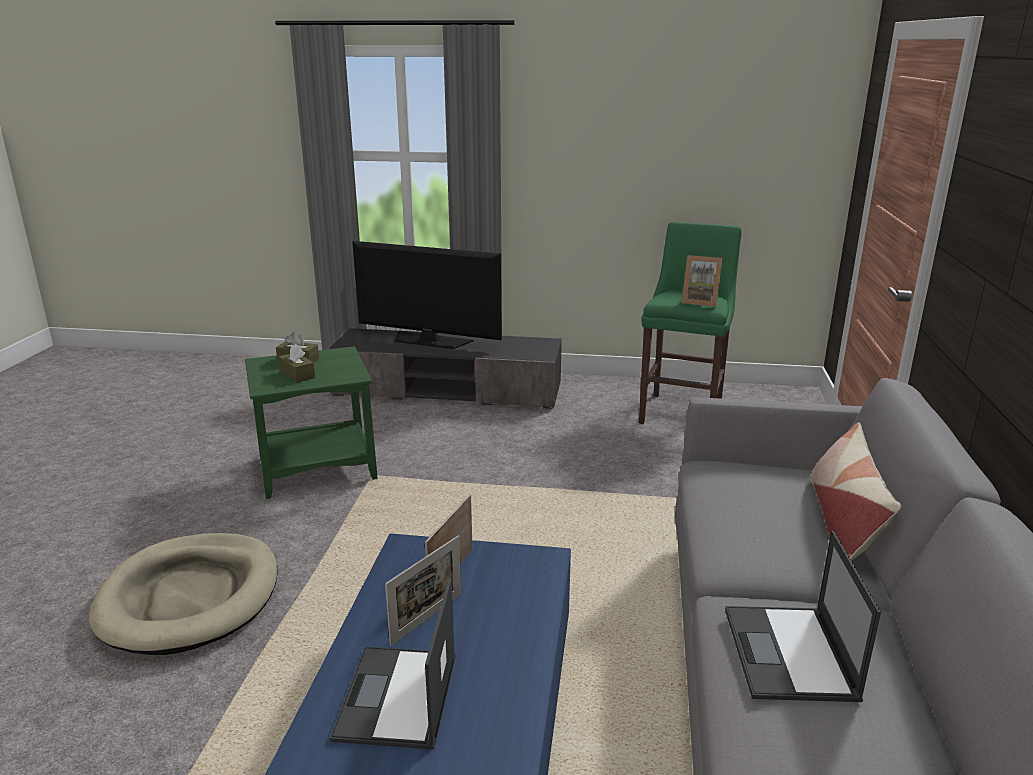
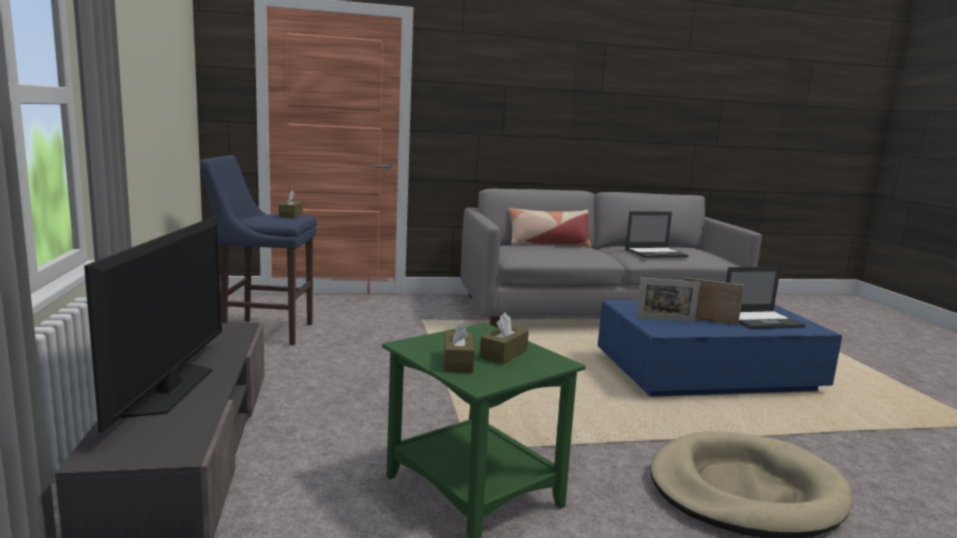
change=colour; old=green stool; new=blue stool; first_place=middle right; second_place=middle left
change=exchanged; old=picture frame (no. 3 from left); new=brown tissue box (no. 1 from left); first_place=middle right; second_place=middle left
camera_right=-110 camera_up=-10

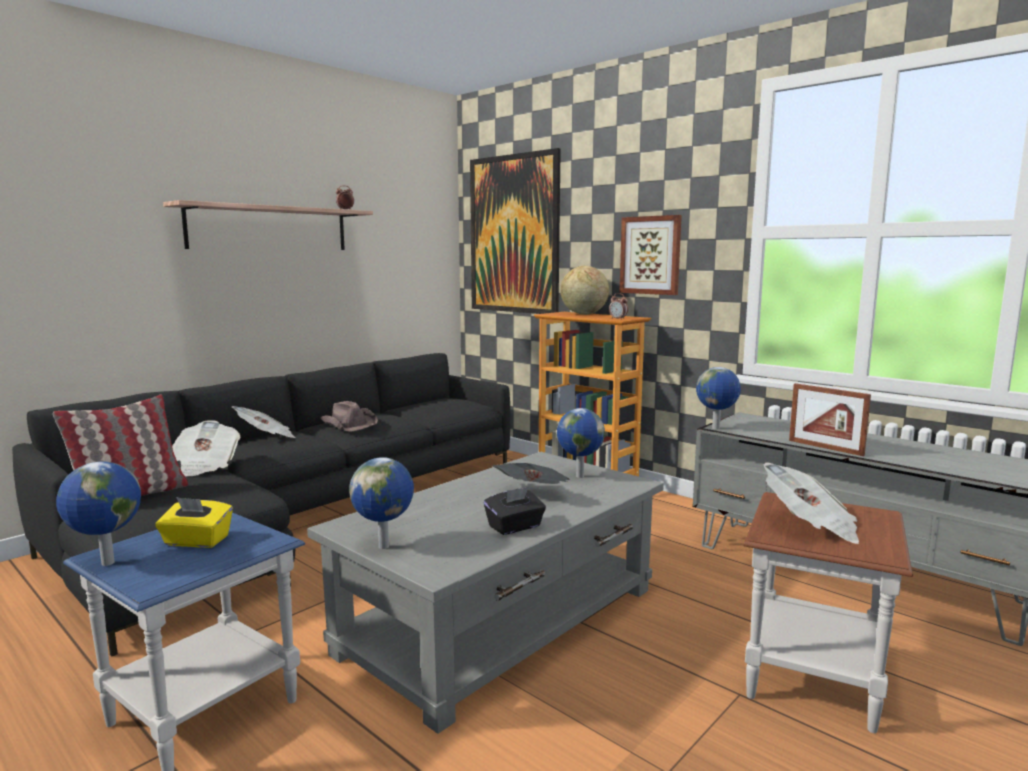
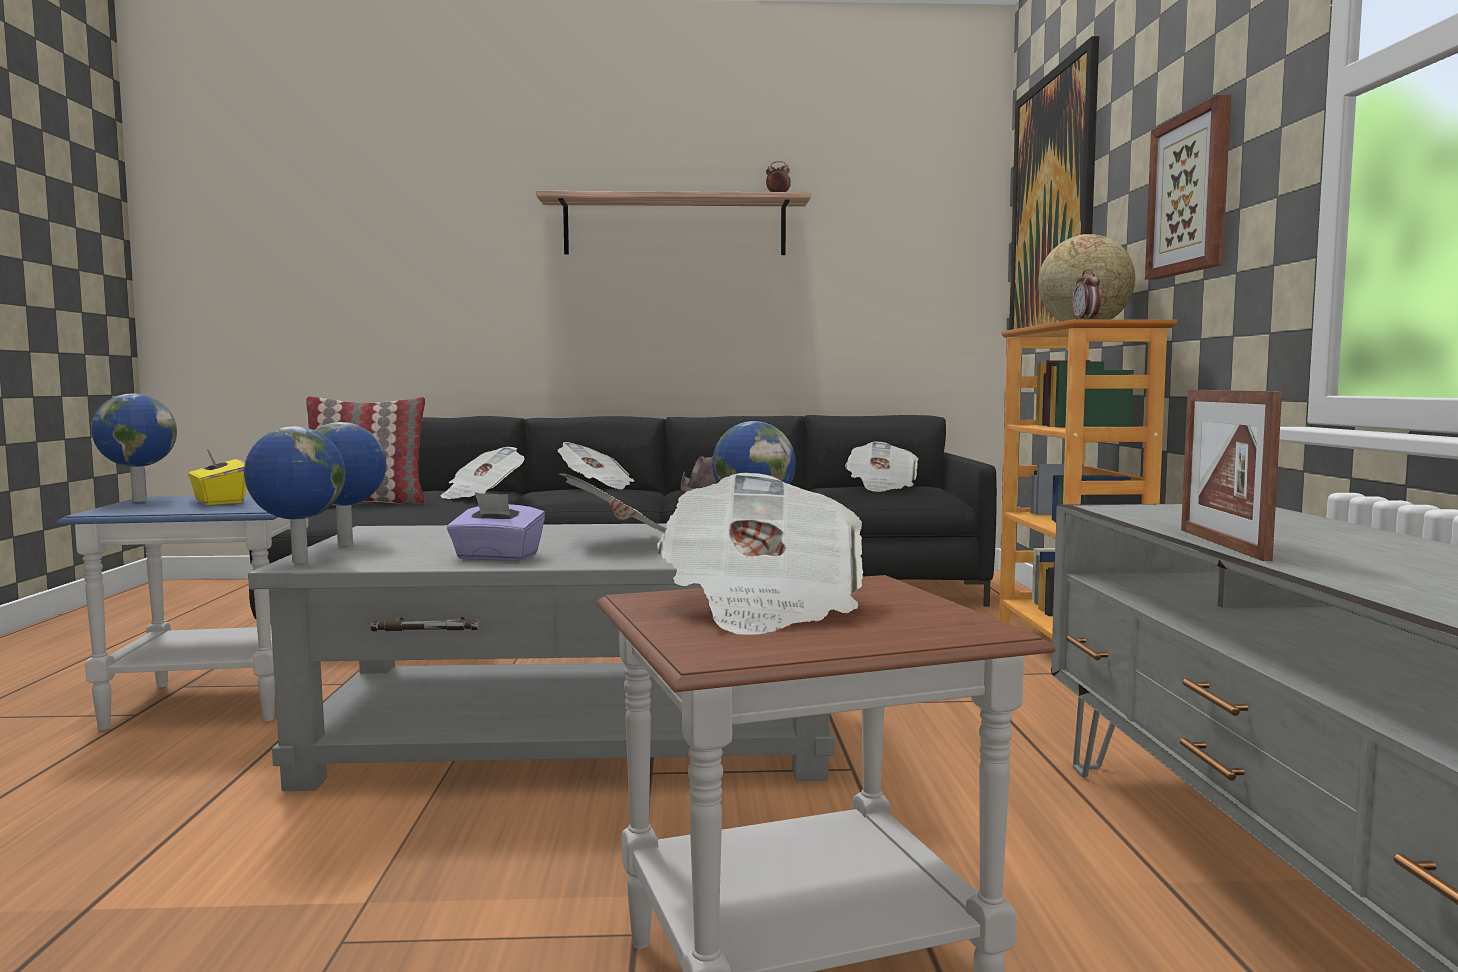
change=relocated; old=globe (no. 5 from left in the first image); new=globe (no. 2 from left); first_place=middle right; second_place=middle left
change=colour; old=black tissue box; new=purple tissue box; first_place=centre; second_place=centre
change=appeared; new=newspaper (no. 5 from left); second_place=centre
camera_right=45 camera_up=-5

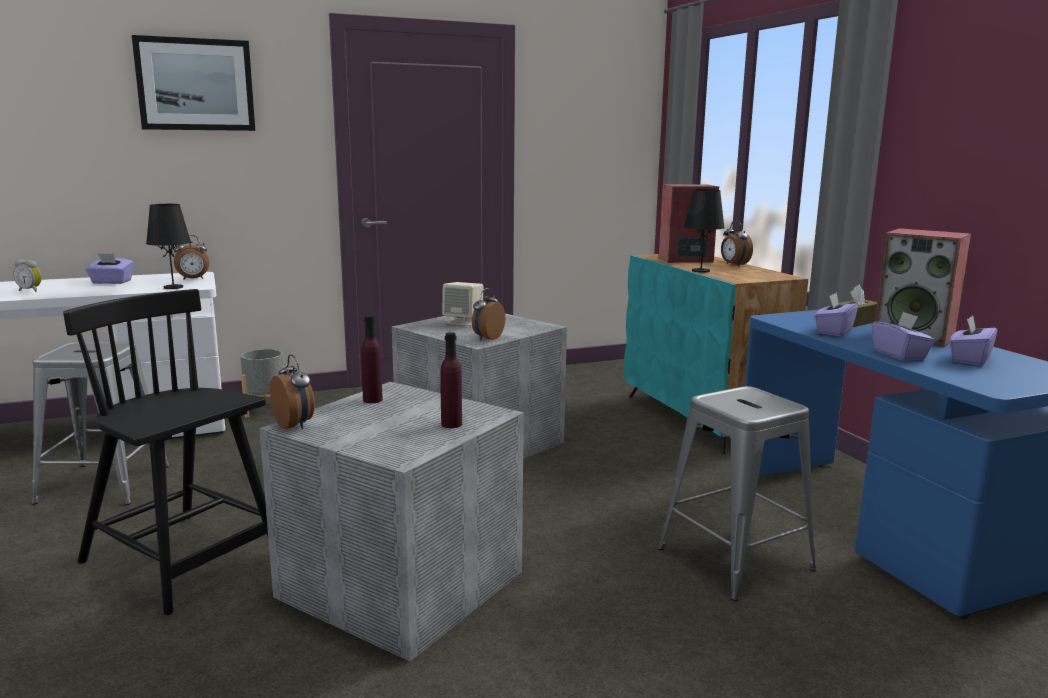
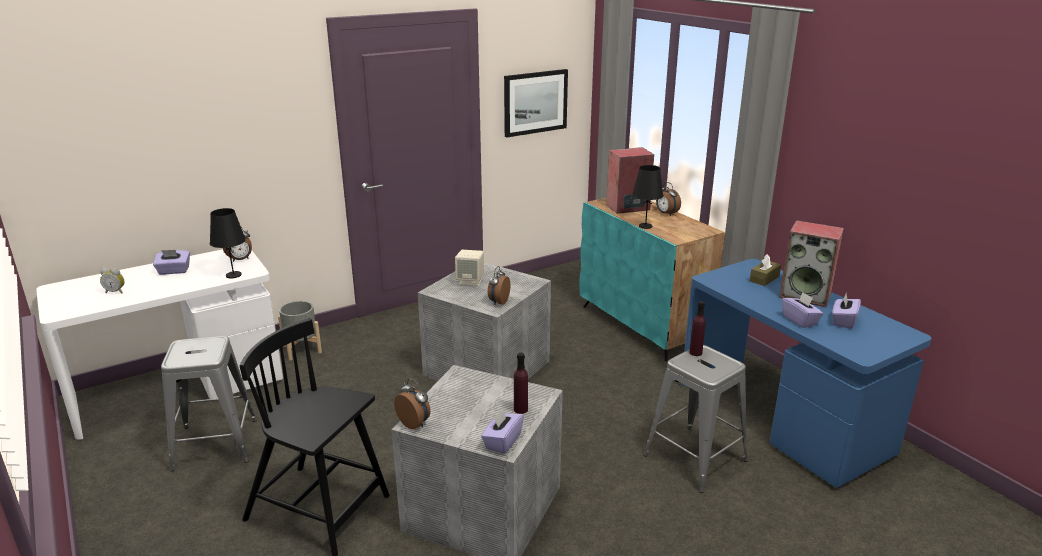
change=relocated; old=picture; first_place=top left; second_place=top centre
change=relocated; old=purple tissue box (no. 2 from left); first_place=middle right; second_place=bottom centre
change=relocated; old=purple bottle (no. 1 from left in the first image); new=purple bottle (no. 2 from left); first_place=centre; second_place=middle right
camera_right=-10 camera_up=10

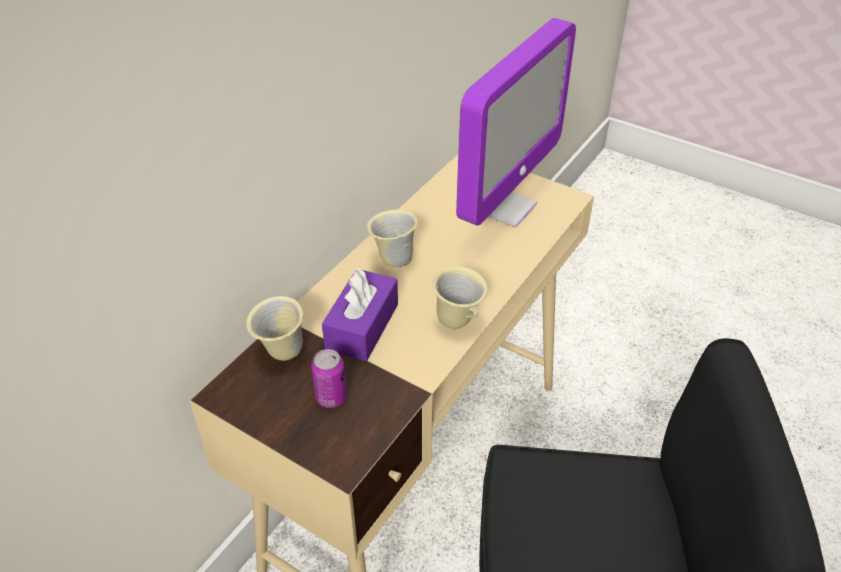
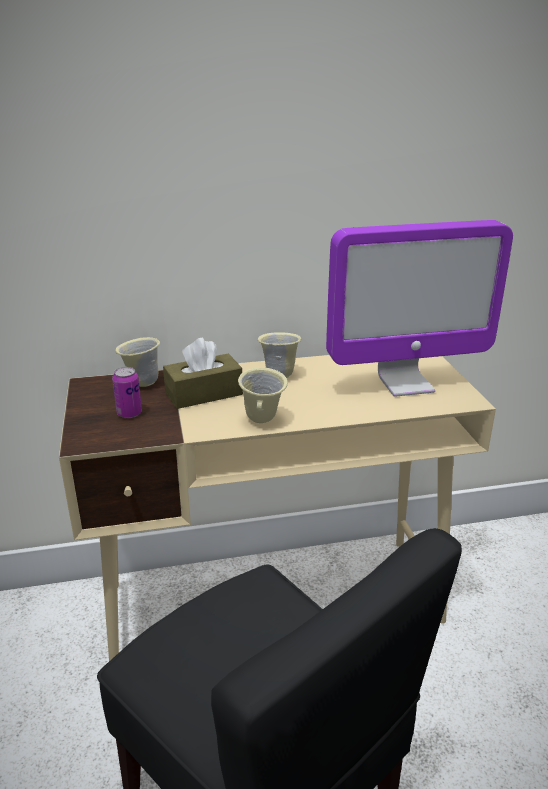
change=colour; old=purple tissue box; new=brown tissue box; first_place=centre; second_place=centre
camera_right=45 camera_up=-15

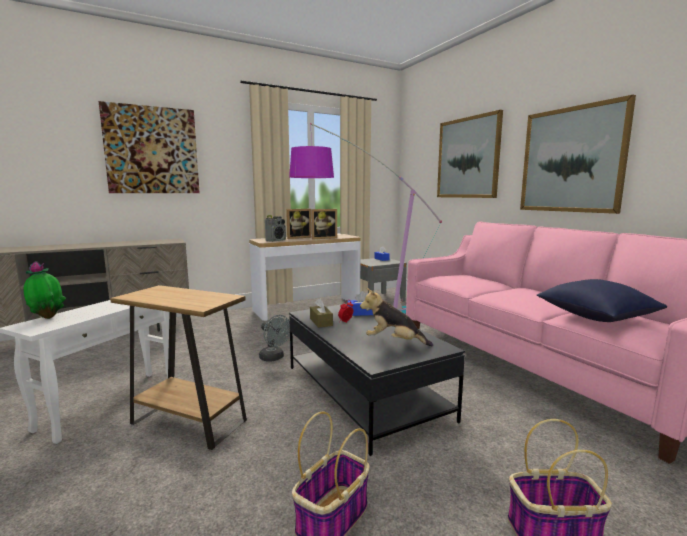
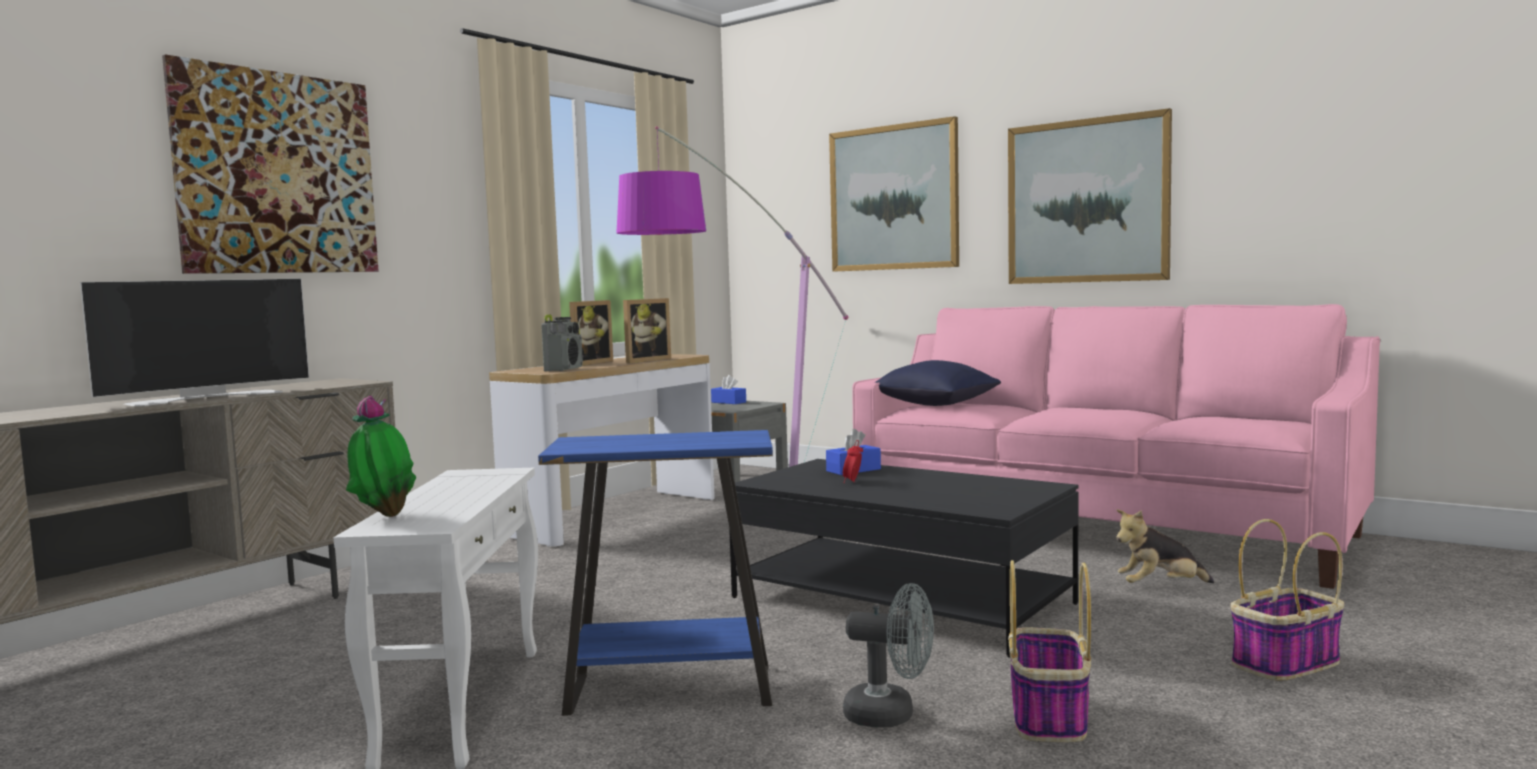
change=relocated; old=blue pillow; first_place=middle right; second_place=centre
change=colour; old=brown side table; new=blue side table; first_place=bottom left; second_place=bottom centre
change=relocated; old=plush toy; first_place=centre; second_place=bottom right
change=missing; old=brown tissue box; first_place=centre
change=relocated; old=grey fan; first_place=centre; second_place=bottom centre
change=appeared; new=television; second_place=middle left
camera_right=-25 camera_up=-5

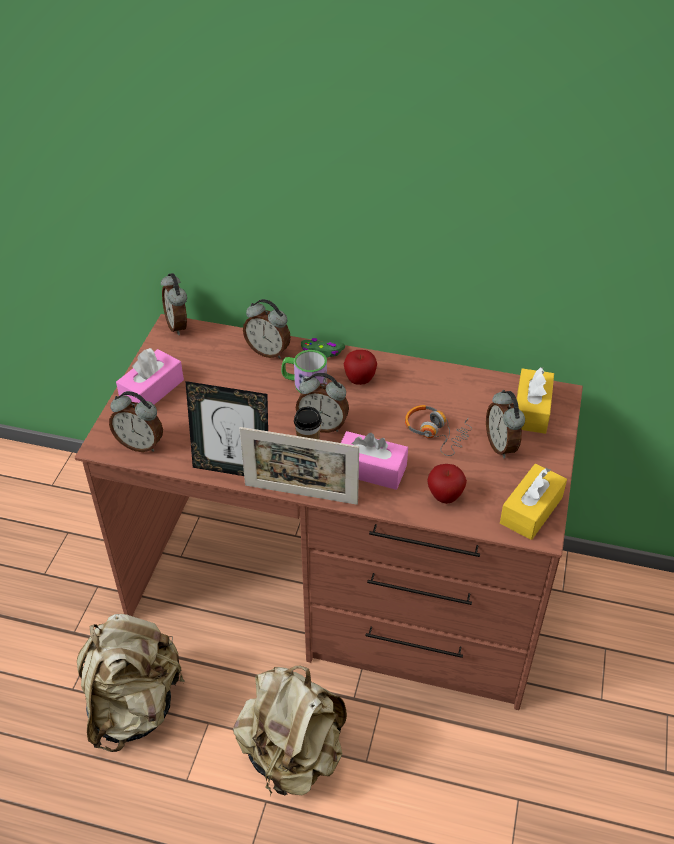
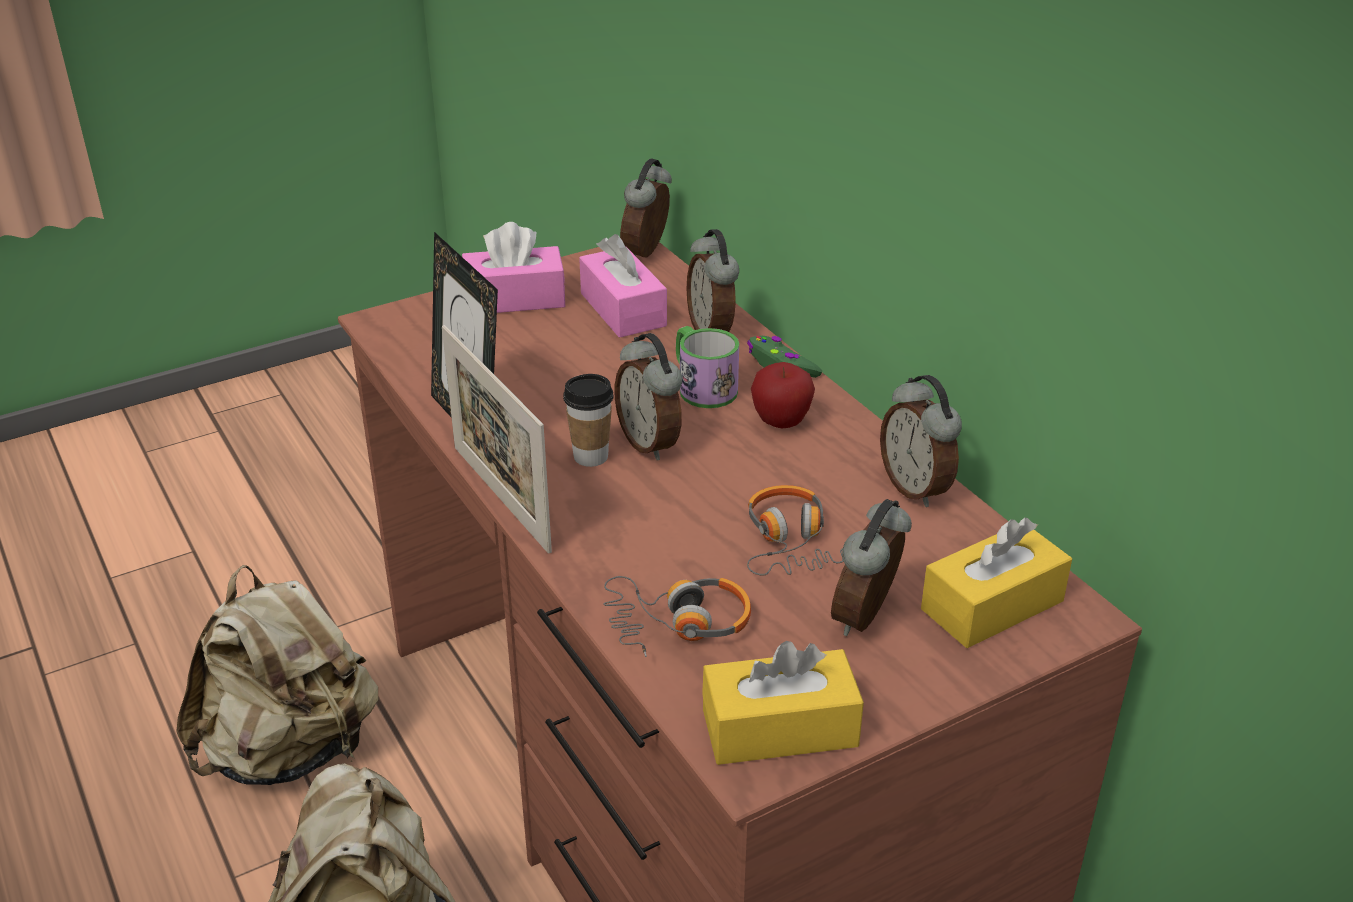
change=relocated; old=alarm clock (no. 1 from left in the first image); new=alarm clock (no. 5 from left); first_place=middle left; second_place=middle right
change=relocated; old=pink tissue box (no. 2 from left); first_place=centre; second_place=top centre
change=exchanged; old=apple (no. 2 from left); new=headphones (no. 1 from left); first_place=centre; second_place=bottom centre
camera_right=45 camera_up=-10

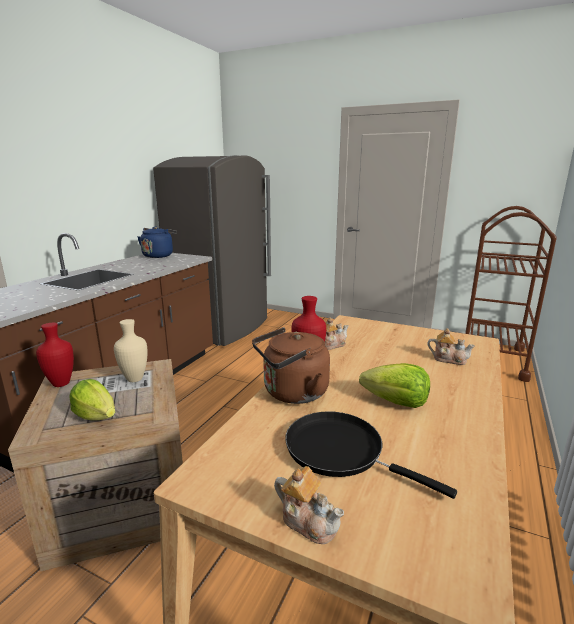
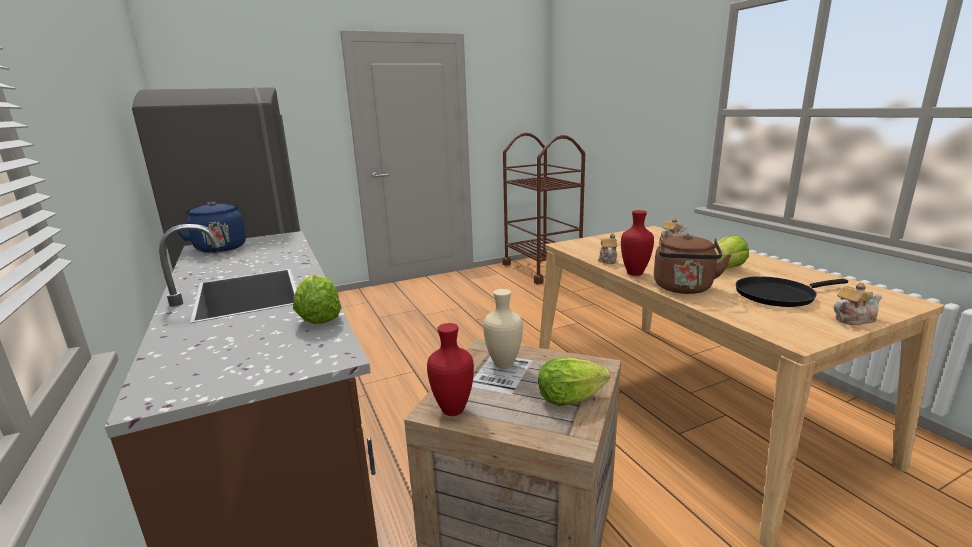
change=appeared; new=lettuce (no. 1 from left); second_place=middle left
camera_right=-50 camera_up=0

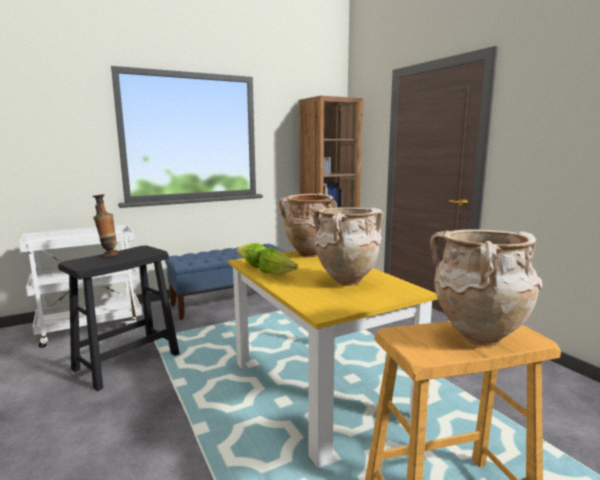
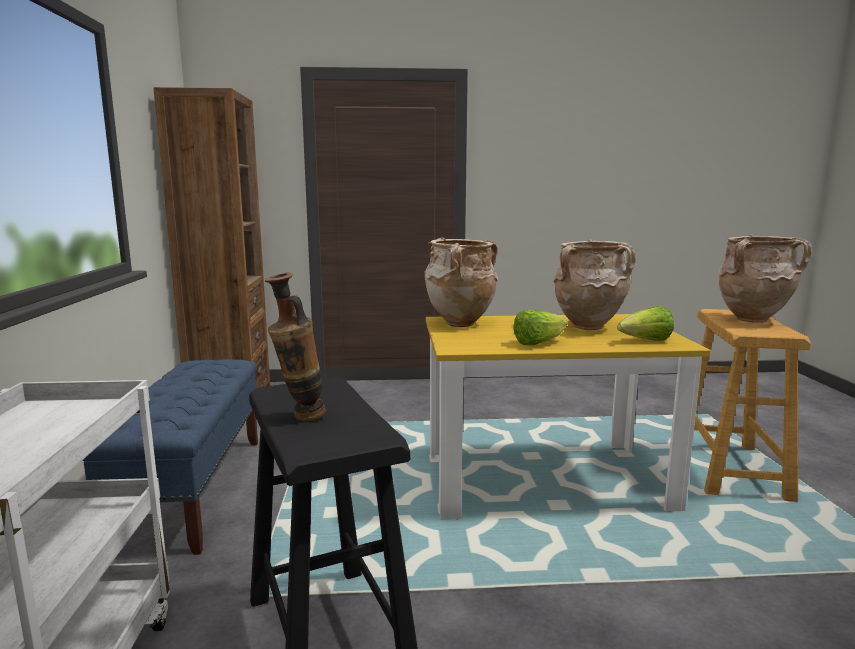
change=relocated; old=lettuce (no. 1 from left in the first image); new=lettuce (no. 2 from left); first_place=centre; second_place=middle right
camera_right=-65 camera_up=0

